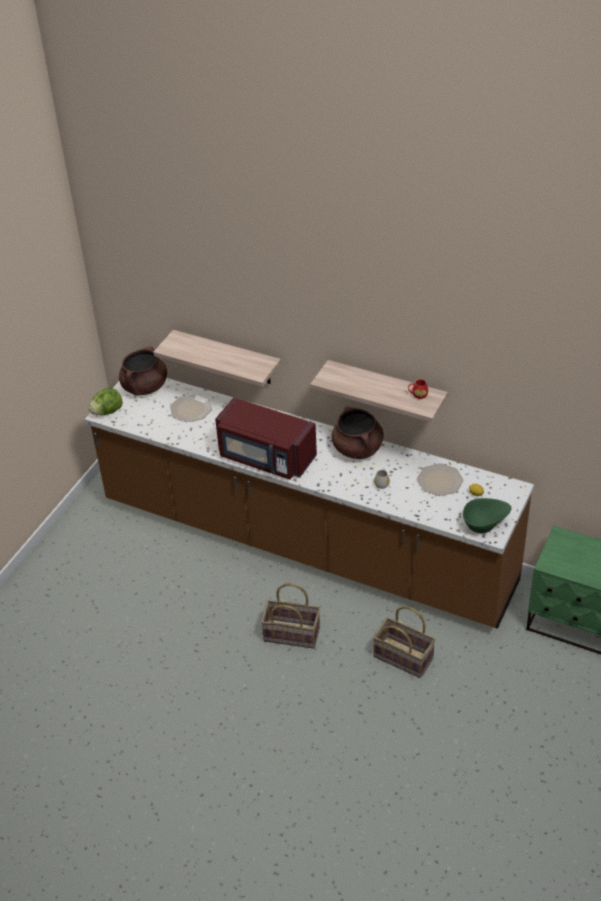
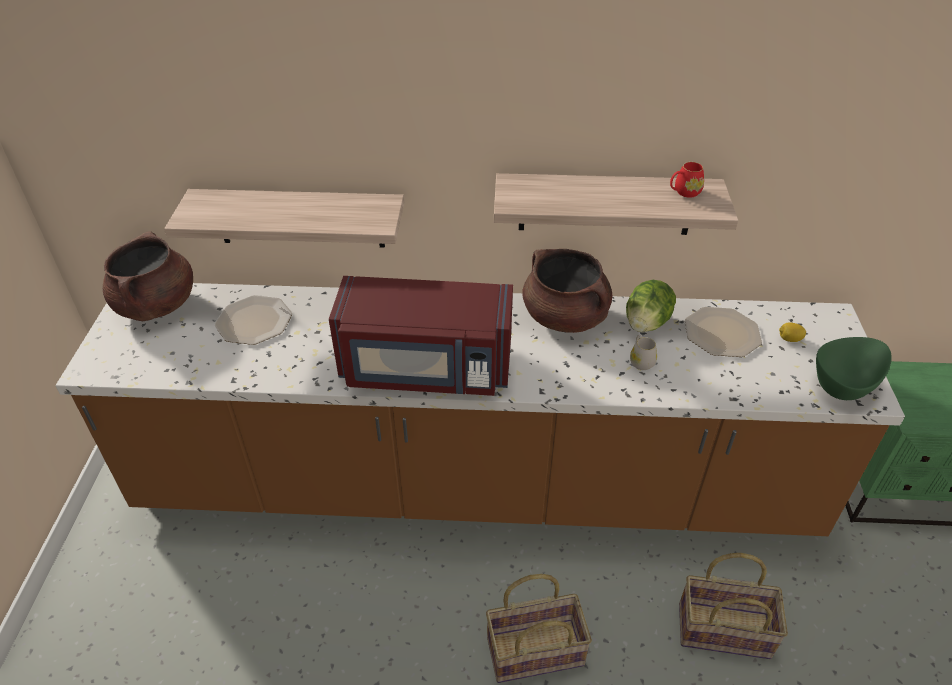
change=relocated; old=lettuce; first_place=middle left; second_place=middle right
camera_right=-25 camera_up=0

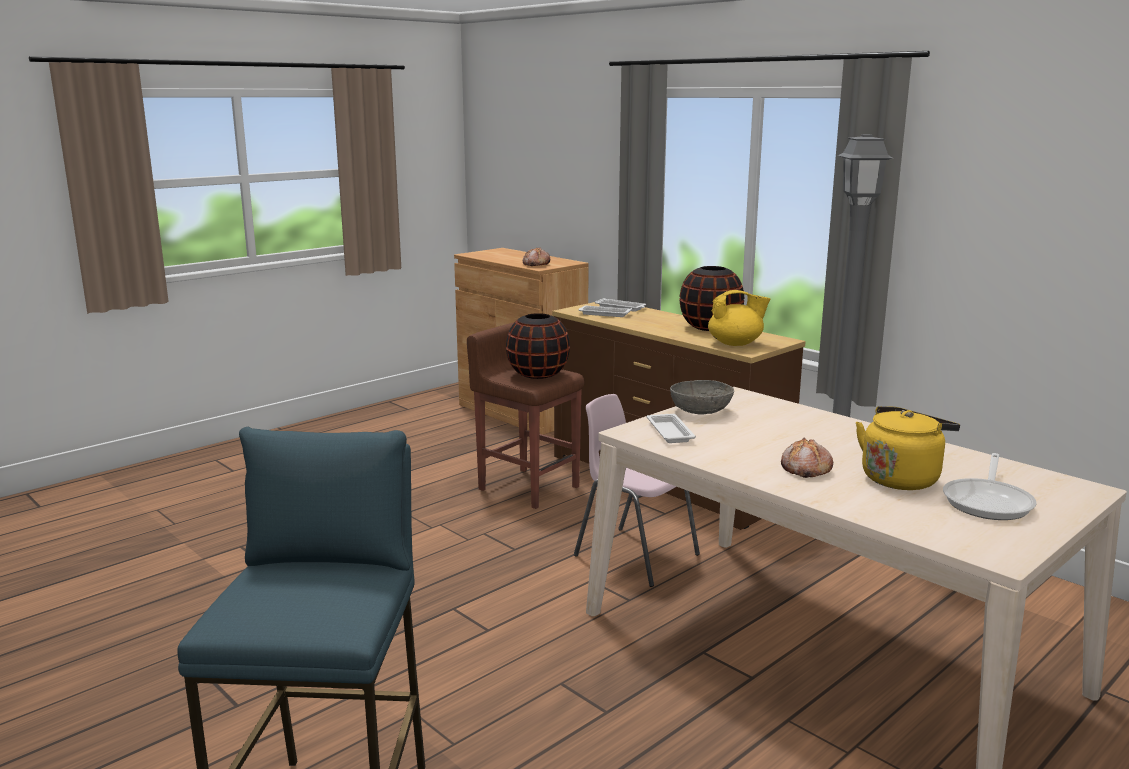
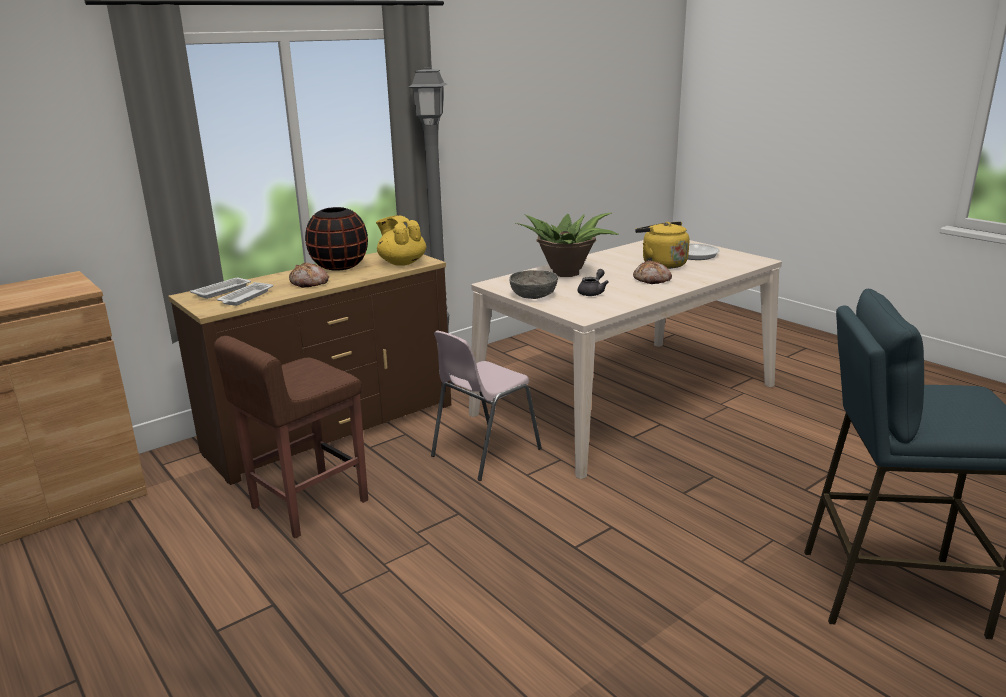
change=relocated; old=bread (no. 1 from left); first_place=top centre; second_place=middle left
change=spun; old=yellow teapot; first_place=centre; second_place=centre; degrees=-45
change=missing; old=black vase (no. 1 from left); first_place=centre
change=missing; old=white tray (no. 3 from left); first_place=centre
change=appeared; new=potted plant; second_place=centre
change=appeared; new=grey teapot; second_place=centre
camera_right=-85 camera_up=5

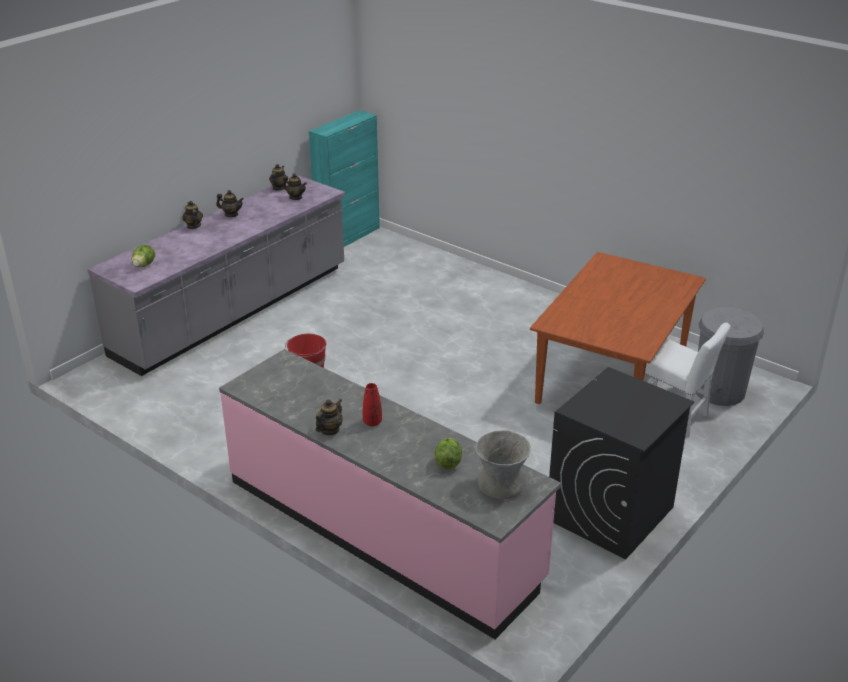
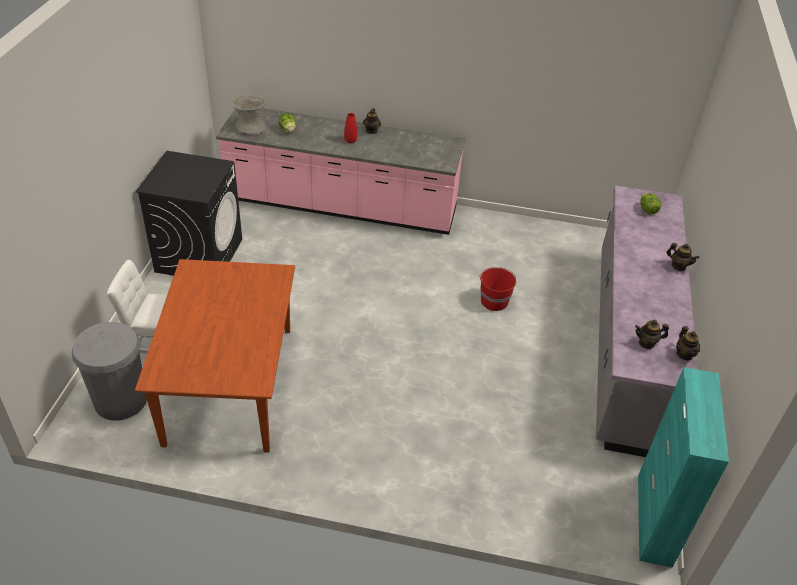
change=missing; old=teapot (no. 2 from left); first_place=top left
camera_right=150 camera_up=10

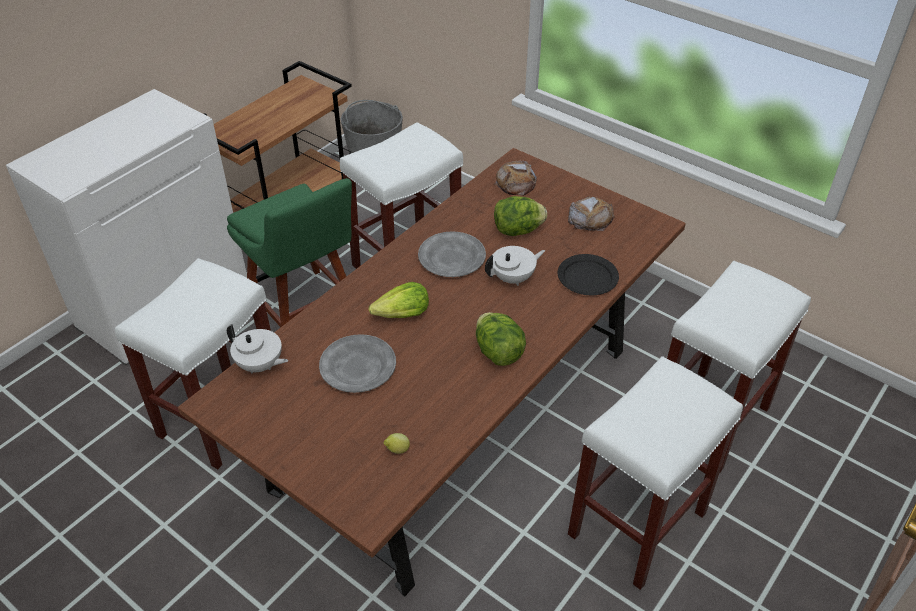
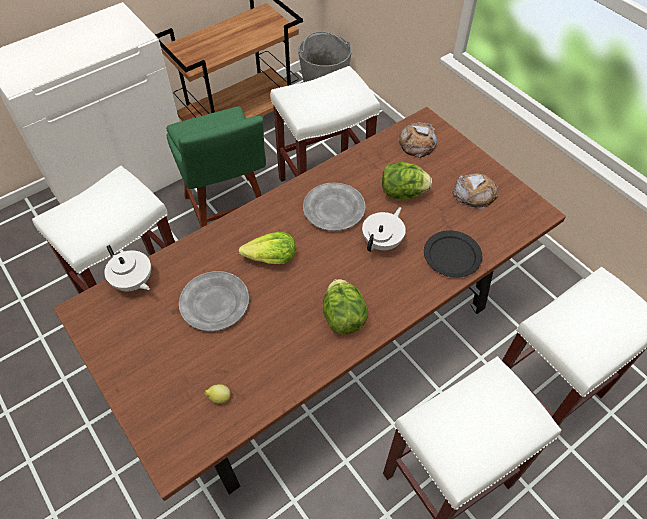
change=spun; old=white teapot (no. 2 from left); first_place=centre; second_place=centre; degrees=-45
camera_right=15 camera_up=10

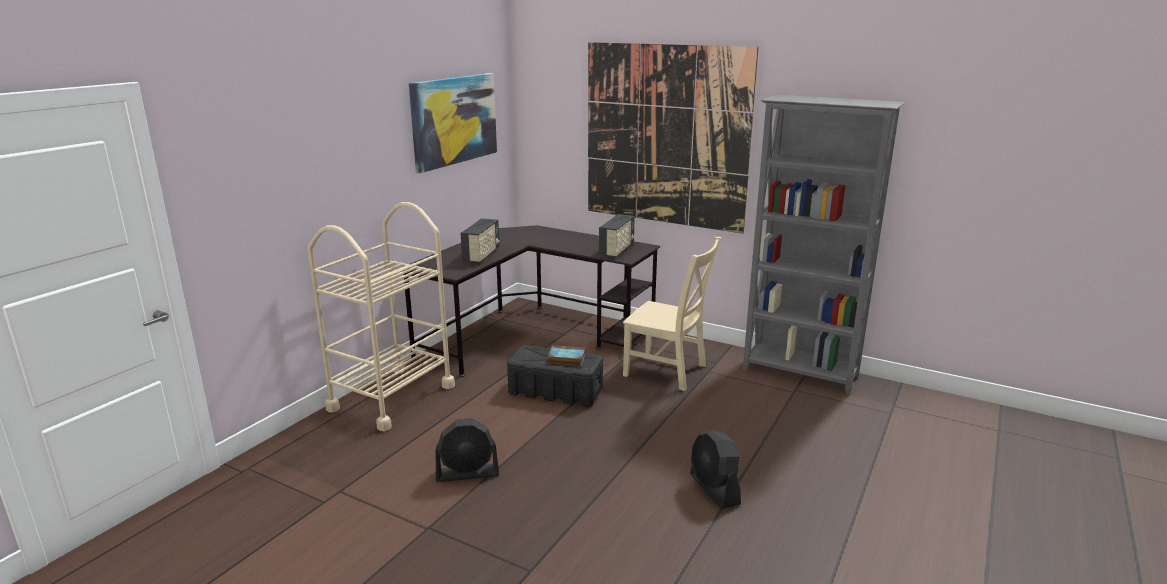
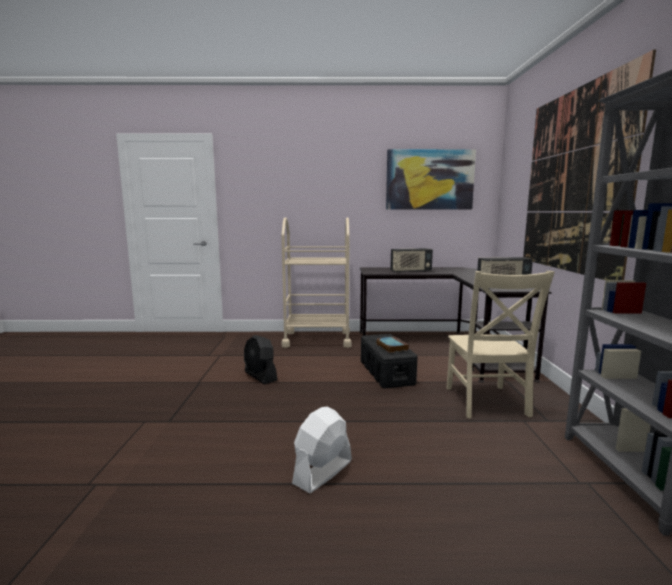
change=colour; old=black fan (no. 2 from left); new=white fan; first_place=bottom centre; second_place=bottom centre
camera_right=60 camera_up=-10

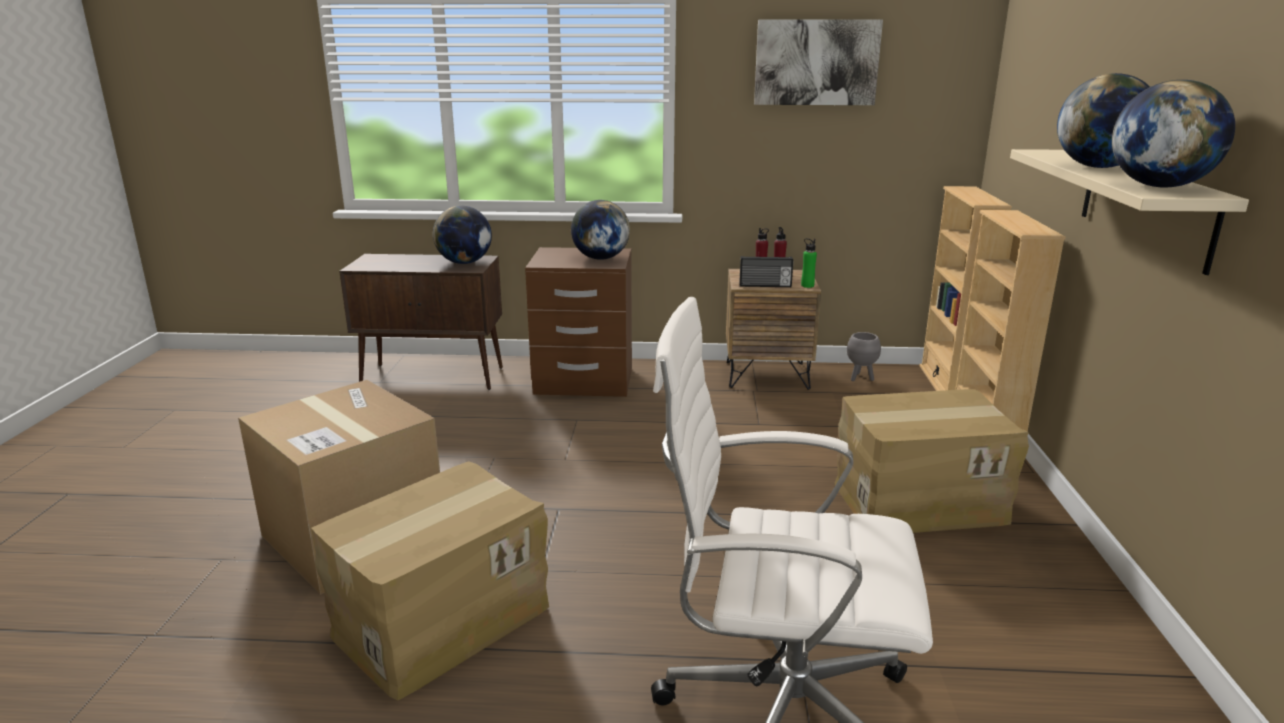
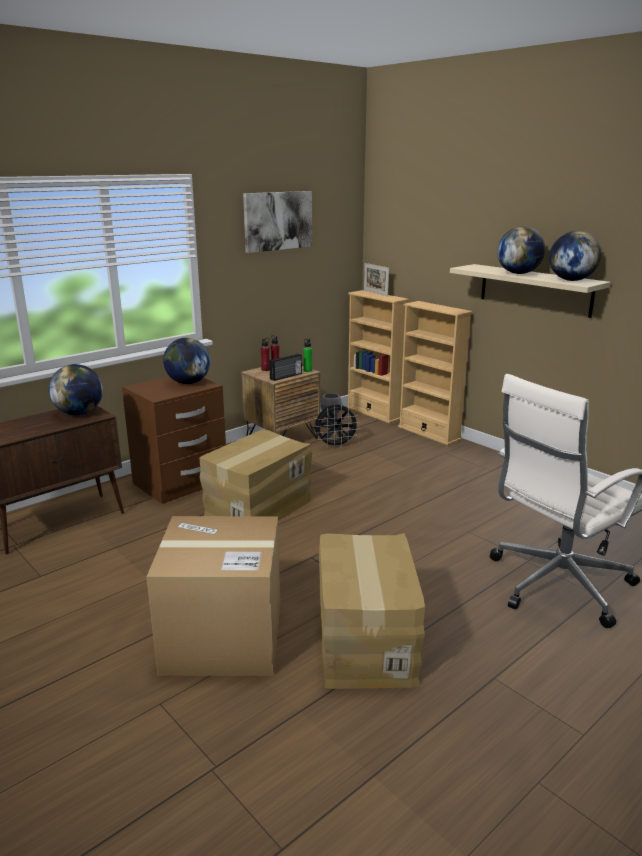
change=relocated; old=cardboard box (no. 3 from left in the first image); new=cardboard box (no. 2 from left); first_place=middle right; second_place=centre
change=appeared; new=picture frame; second_place=top centre
change=appeared; new=black fan; second_place=centre
camera_right=-45 camera_up=0

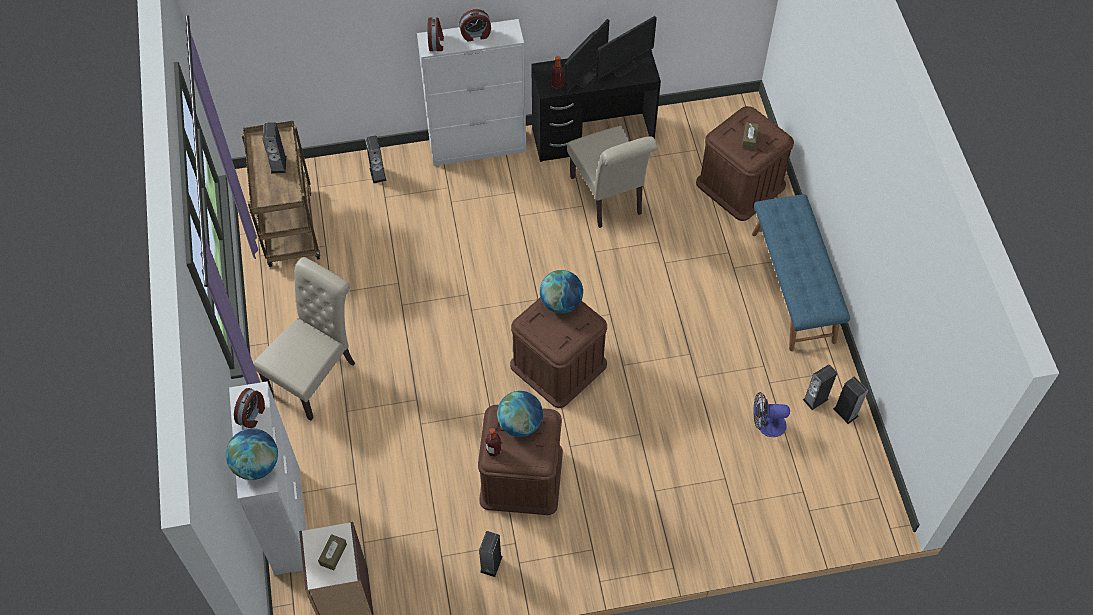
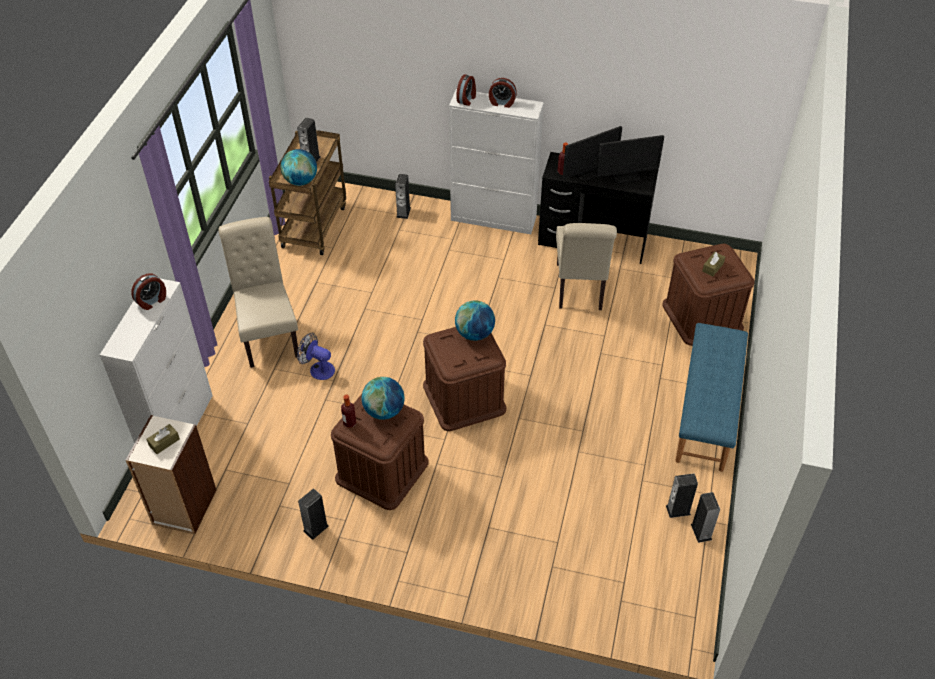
change=spun; old=beige chair (no. 1 from left); first_place=middle left; second_place=middle left; degrees=-75
change=relocated; old=fan; first_place=bottom right; second_place=centre
change=relocated; old=globe (no. 1 from left); first_place=bottom left; second_place=top left
camera_right=25 camera_up=-10

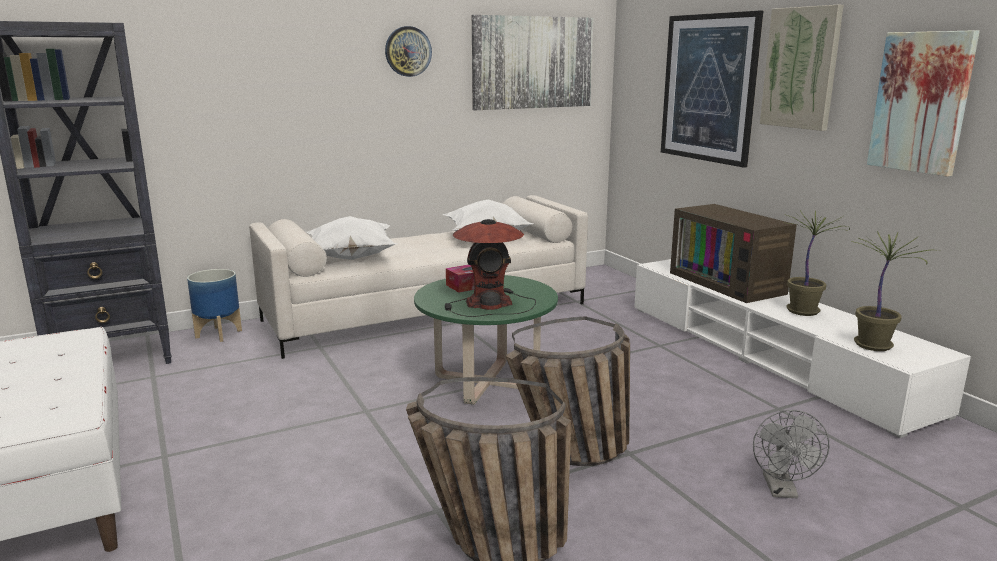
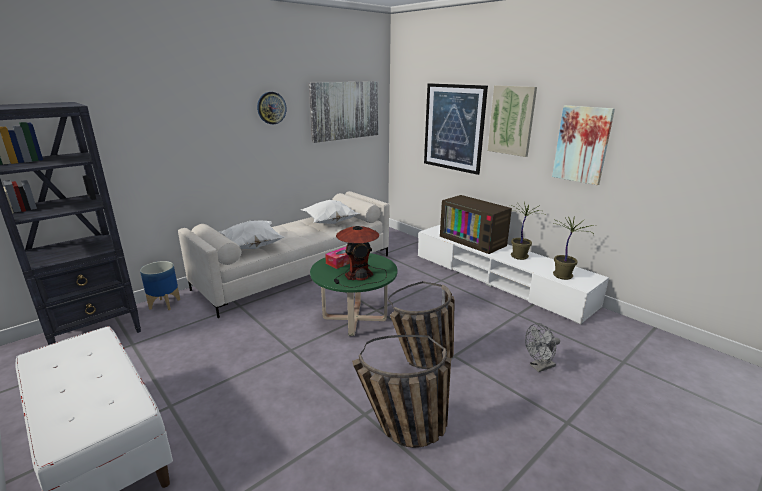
change=spun; old=grey fan; first_place=bottom right; second_place=bottom right; degrees=75
camera_right=-15 camera_up=5

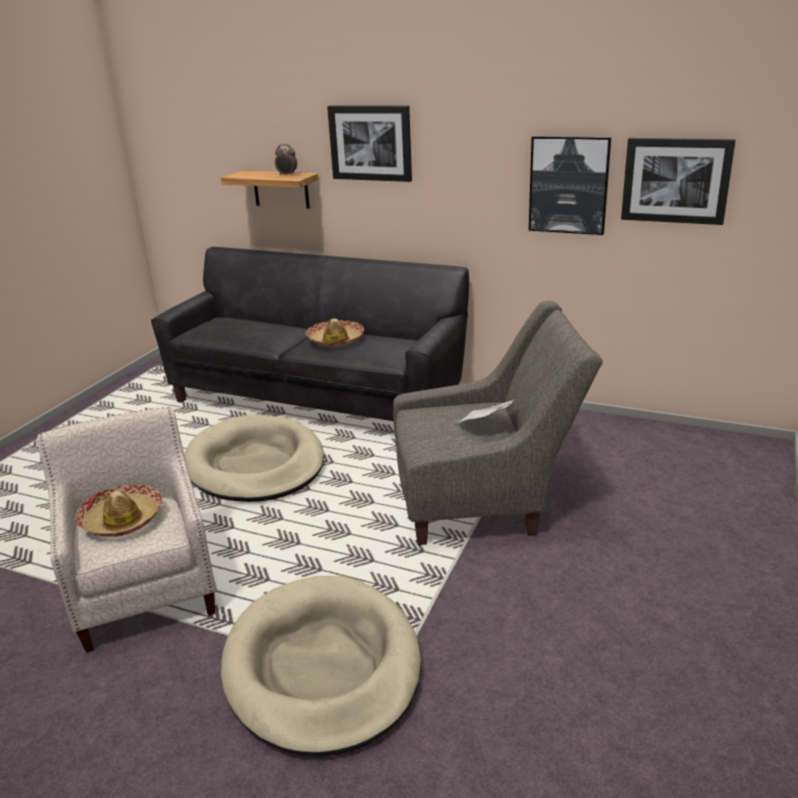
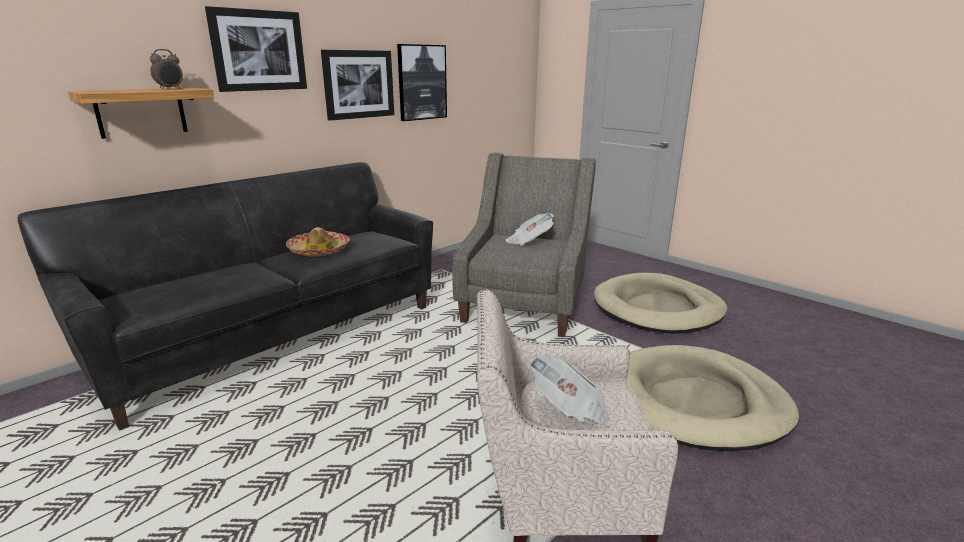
change=relocated; old=picture (no. 3 from left in the first image); new=picture (no. 2 from left); first_place=top right; second_place=top centre
change=relocated; old=beige dog bed (no. 1 from left); first_place=middle left; second_place=middle right
change=exchanged; old=hat (no. 1 from left); new=newspaper (no. 2 from left); first_place=middle left; second_place=bottom centre
camera_right=-70 camera_up=-5

